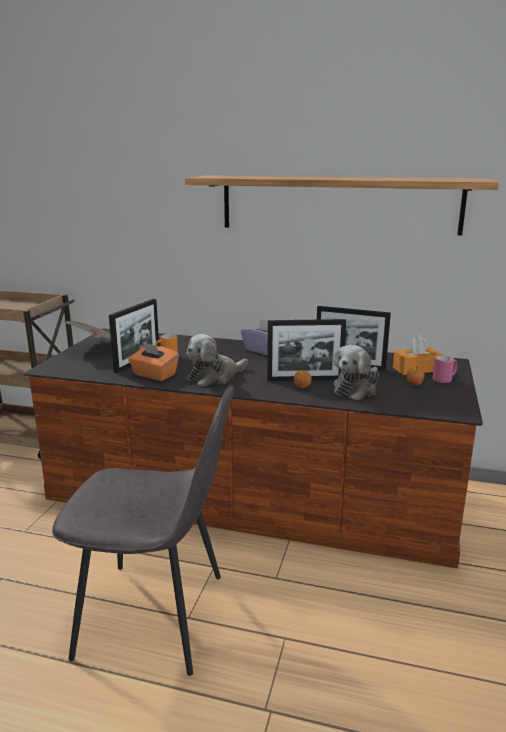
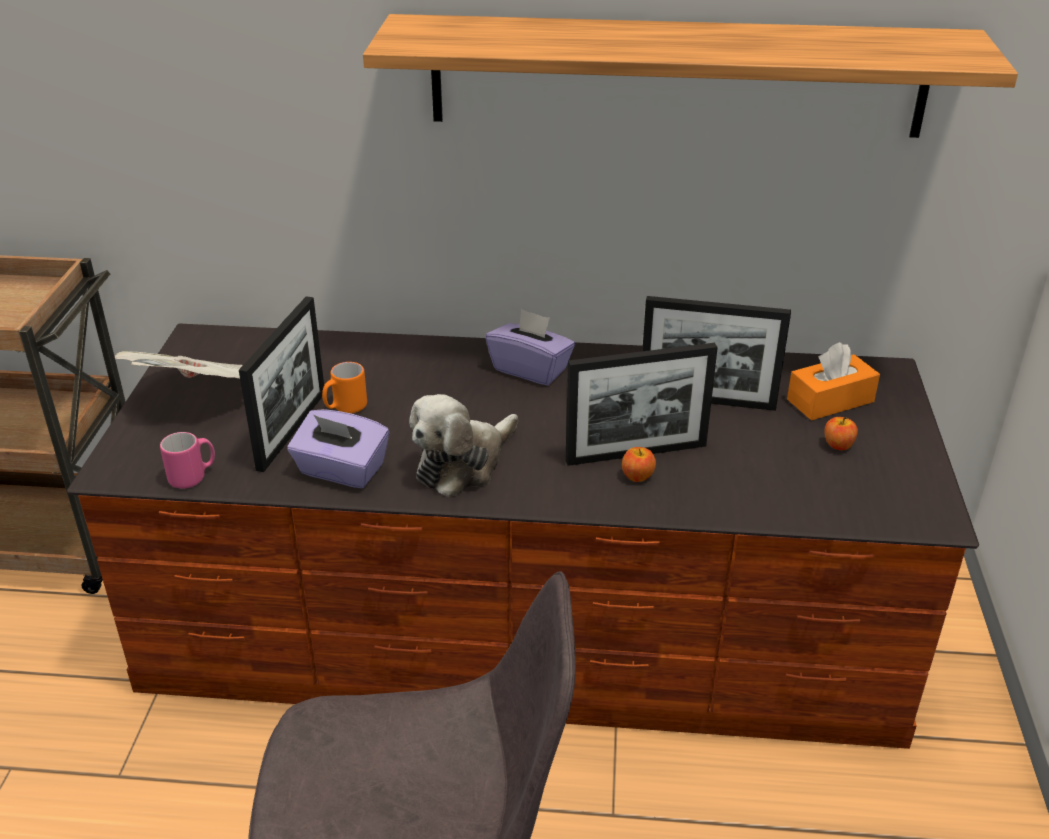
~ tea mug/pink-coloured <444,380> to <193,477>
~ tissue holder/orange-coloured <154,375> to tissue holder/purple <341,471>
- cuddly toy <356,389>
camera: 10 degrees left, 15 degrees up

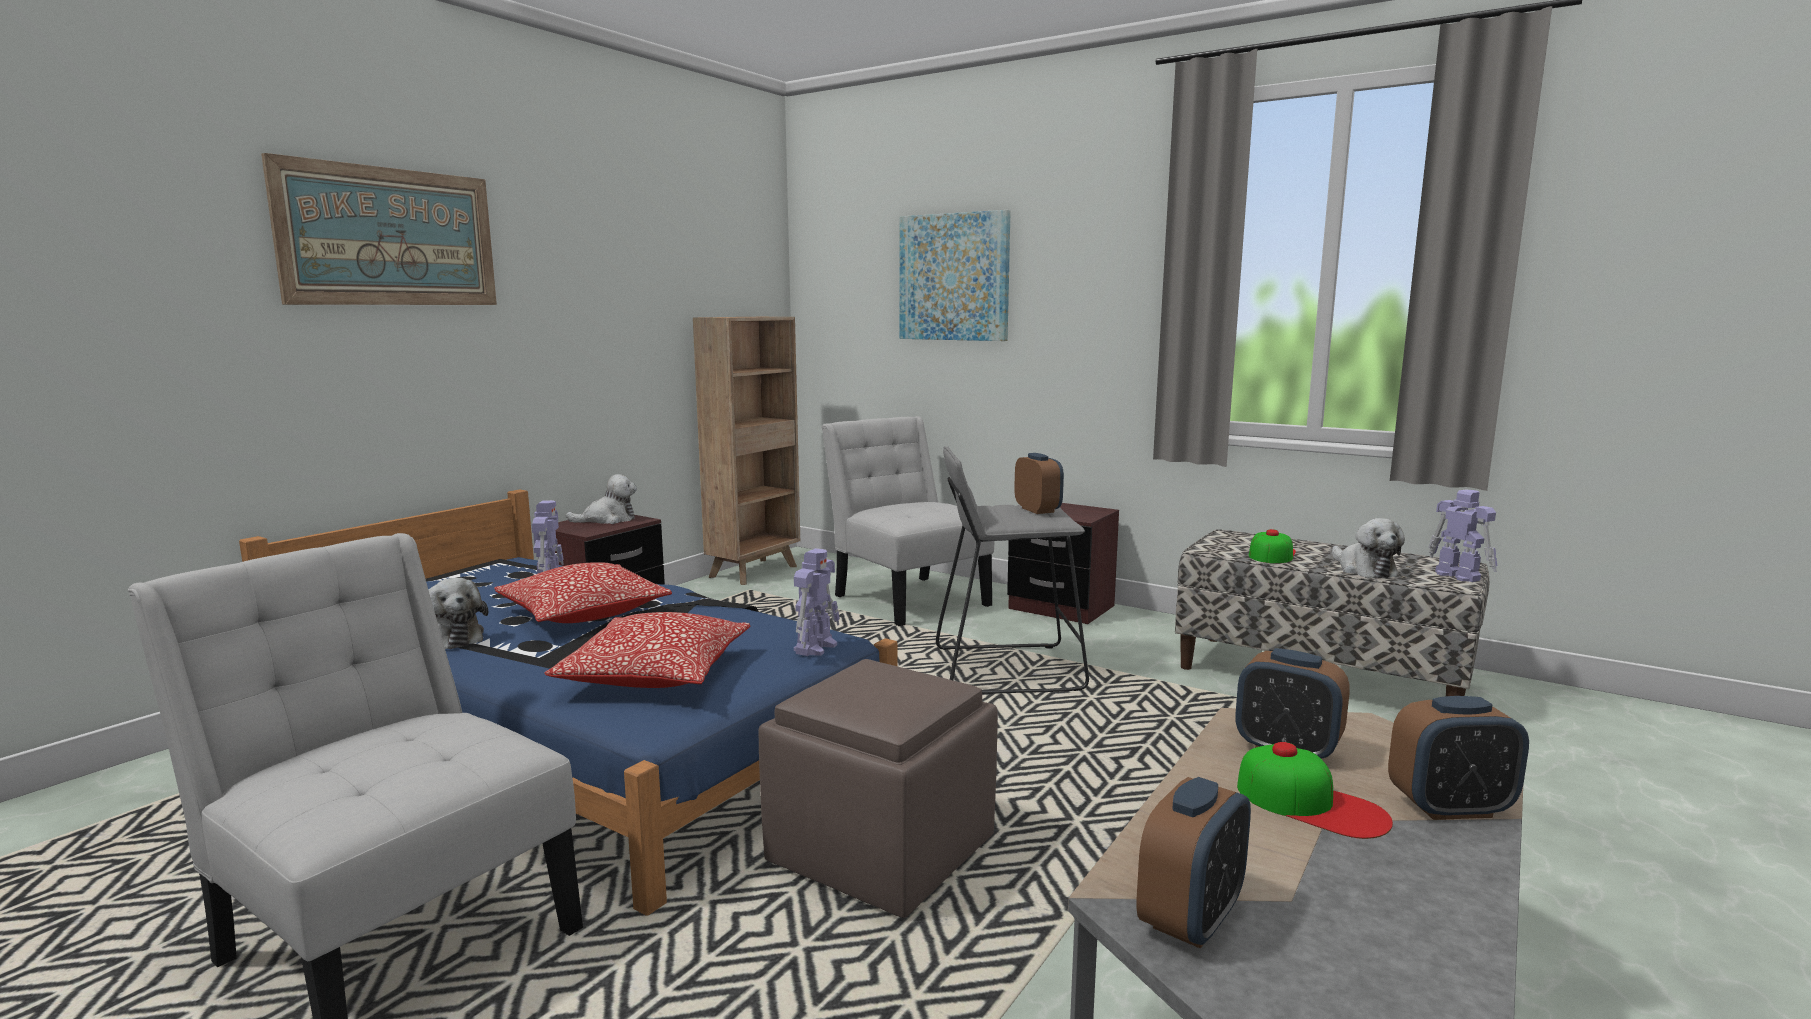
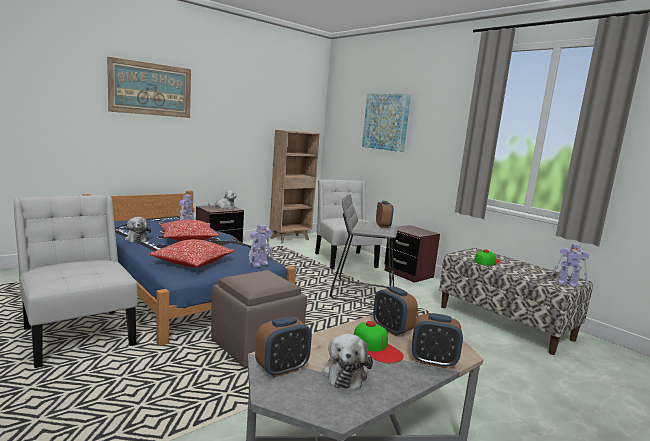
~ cuddly toy <1364,570> to <344,373>
~ model robot <1457,575> = <568,284> 135 degrees clockwise
camera: 15 degrees right, 0 degrees up

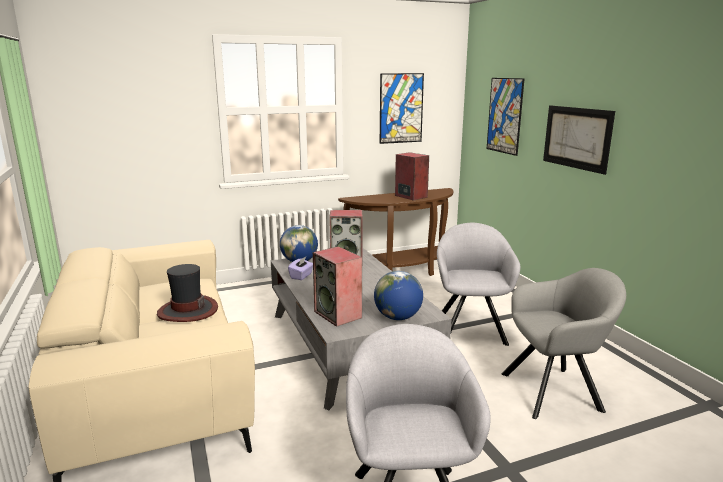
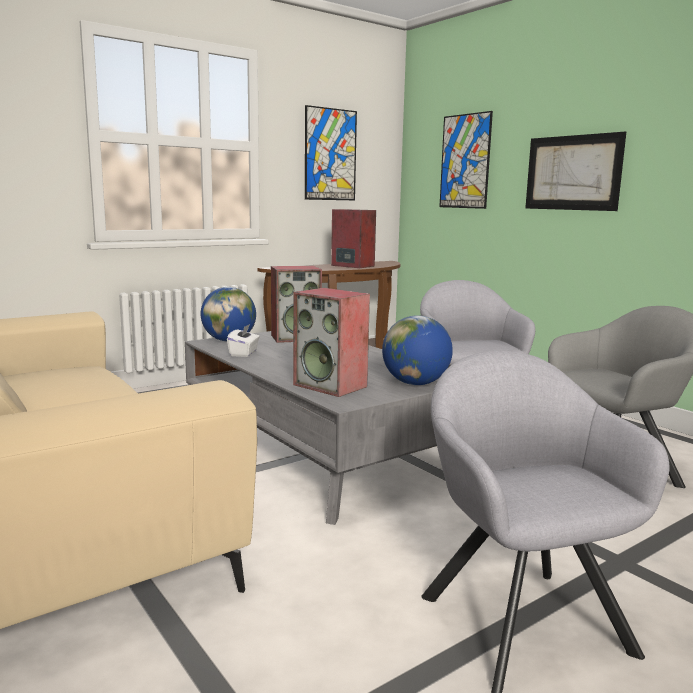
~ tissue holder/purple <301,276> to tissue holder/white-coloured <244,353>
- hat <187,310>
camera: 15 degrees left, 5 degrees down

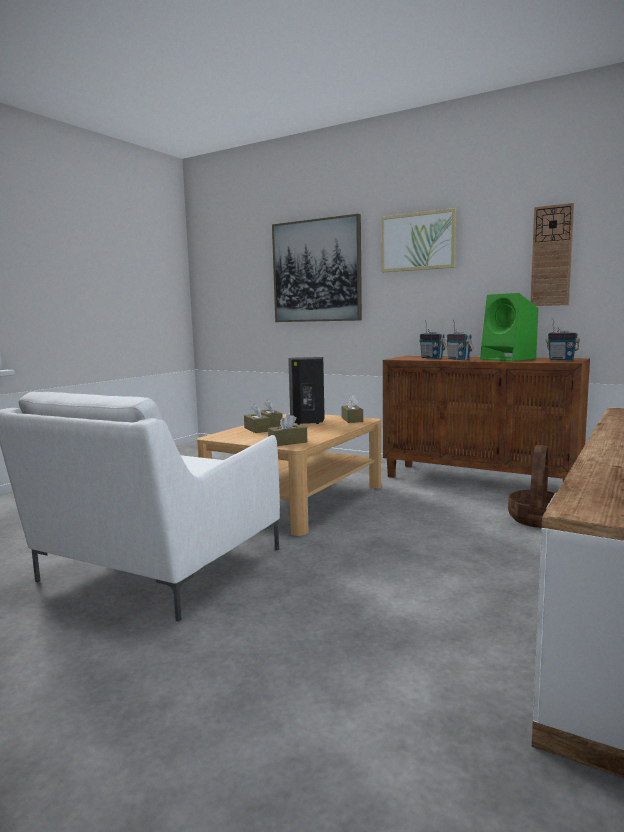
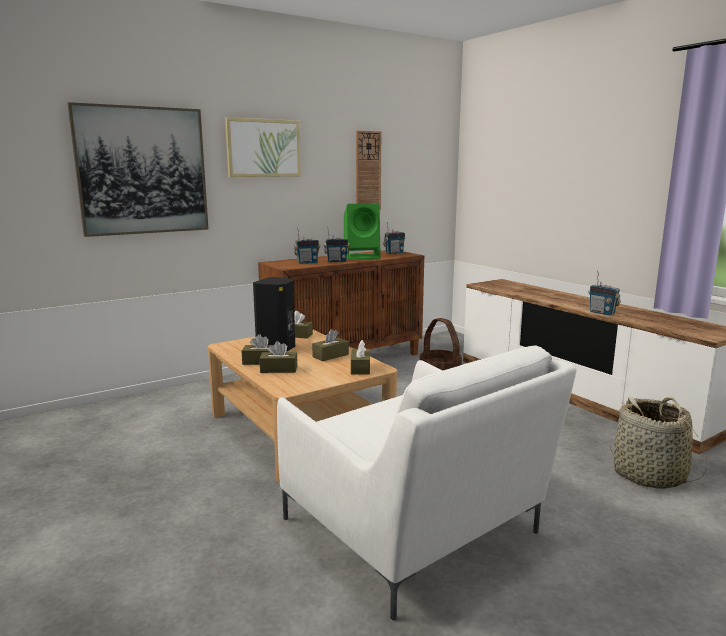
+ tissue holder/brown <330,355>
+ radio receiver <602,313>
+ household basket <649,475>
camera: 65 degrees left, 5 degrees up

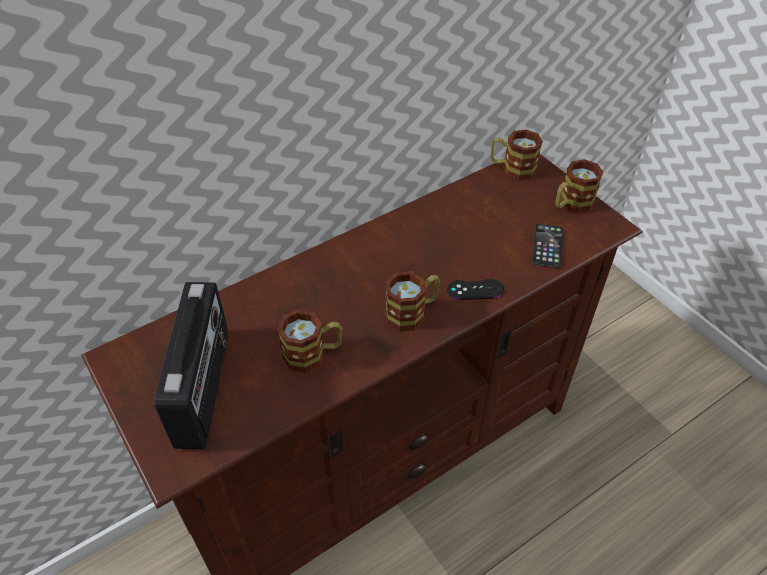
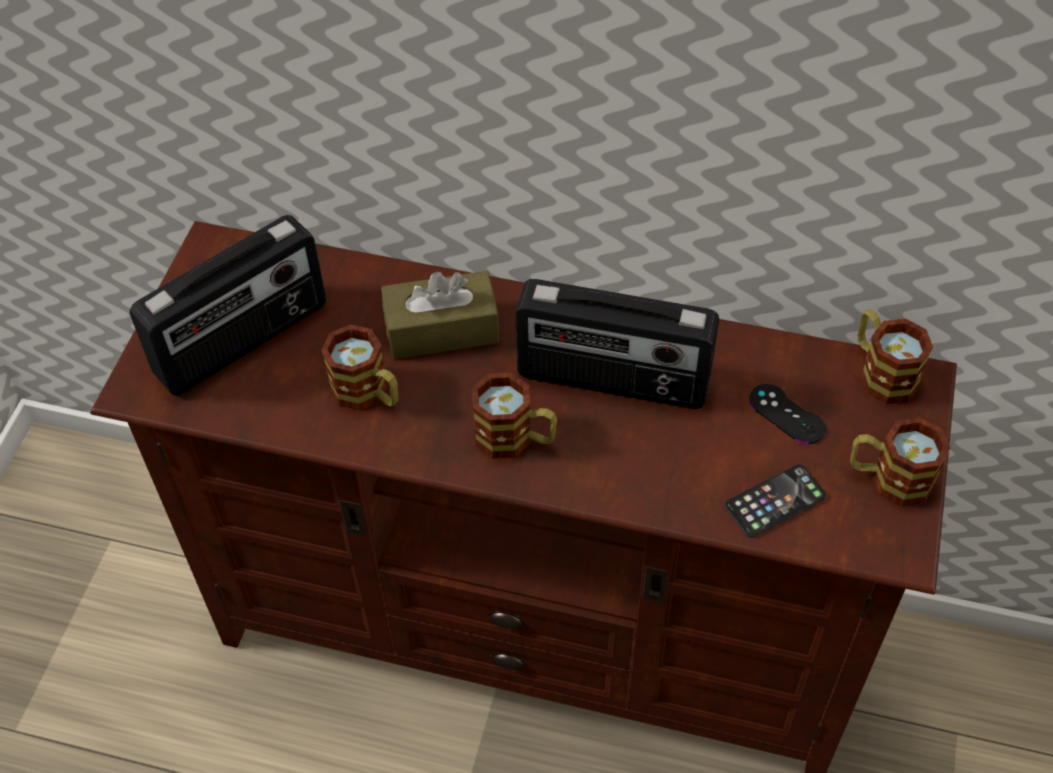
+ tissue holder/brown <442,329>
+ radio receiver <612,381>
~ game controller/black <475,290> to <786,414>
camera: 50 degrees right, 5 degrees up

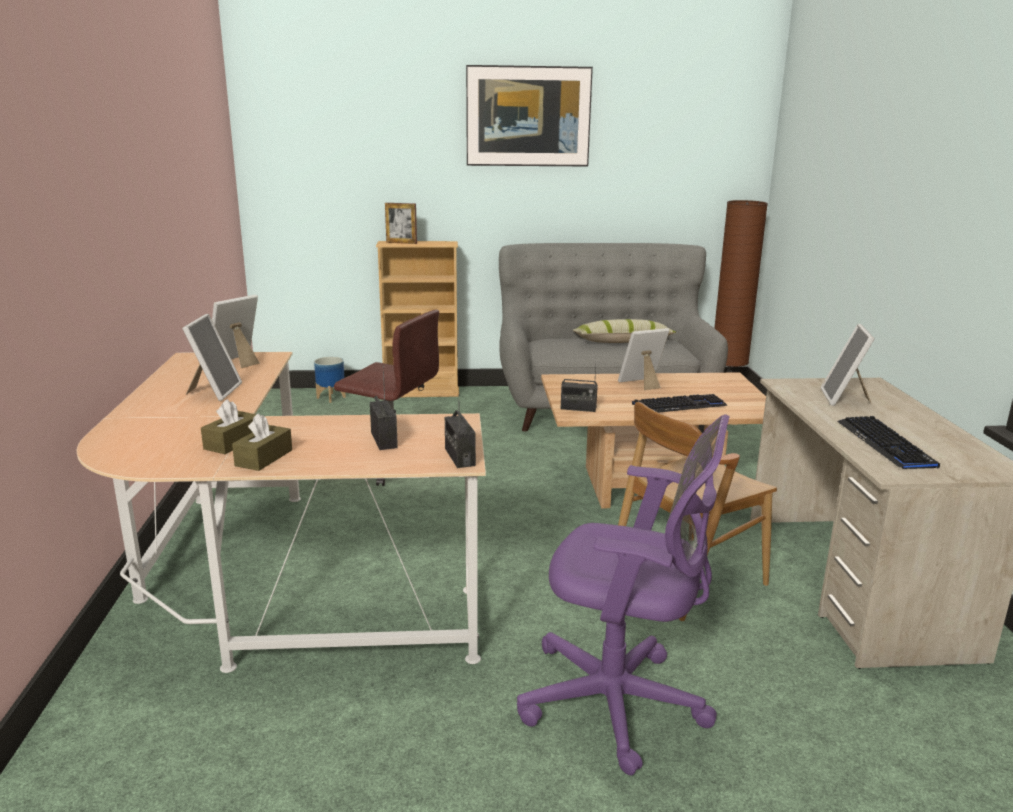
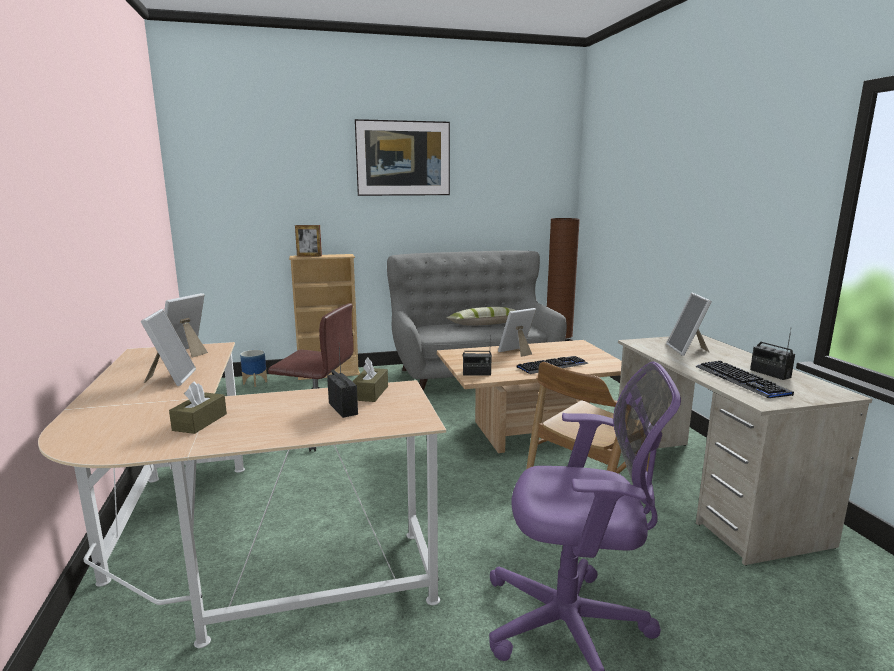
~ tissue holder/brown <264,458> to <370,393>
~ radio receiver <459,457> to <770,374>
camera: 10 degrees left, 5 degrees down

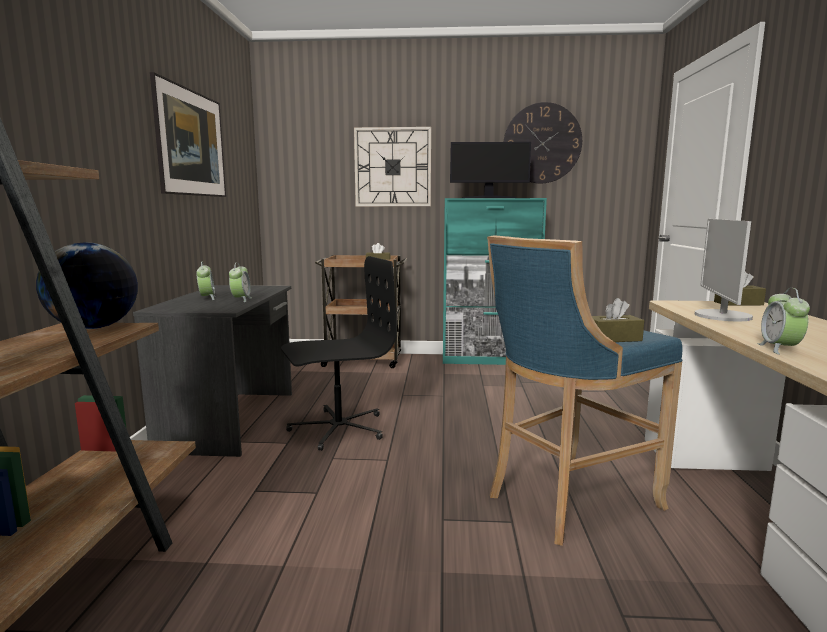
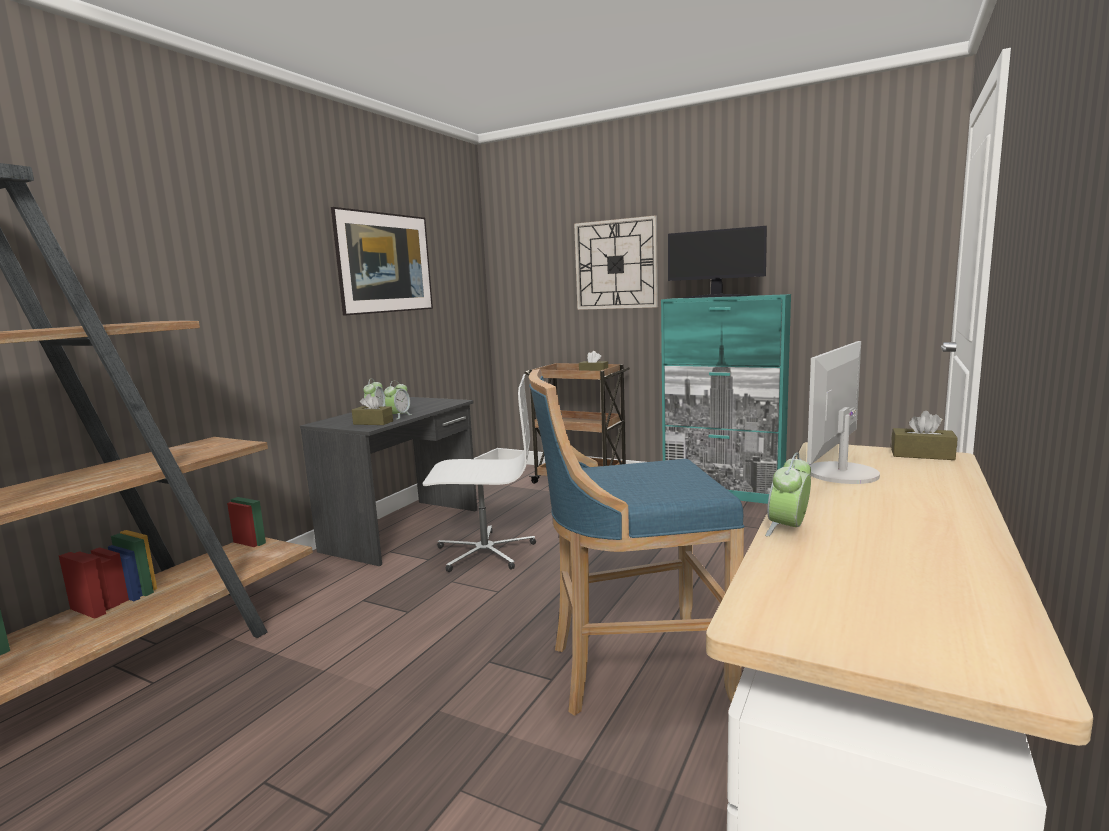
~ tissue holder/brown <612,339> to <373,423>
~ computer chair/black <338,428> to computer chair/white-coloured <484,552>
- globe <94,328>
- wall clock <542,143>
camera: 25 degrees right, 0 degrees up

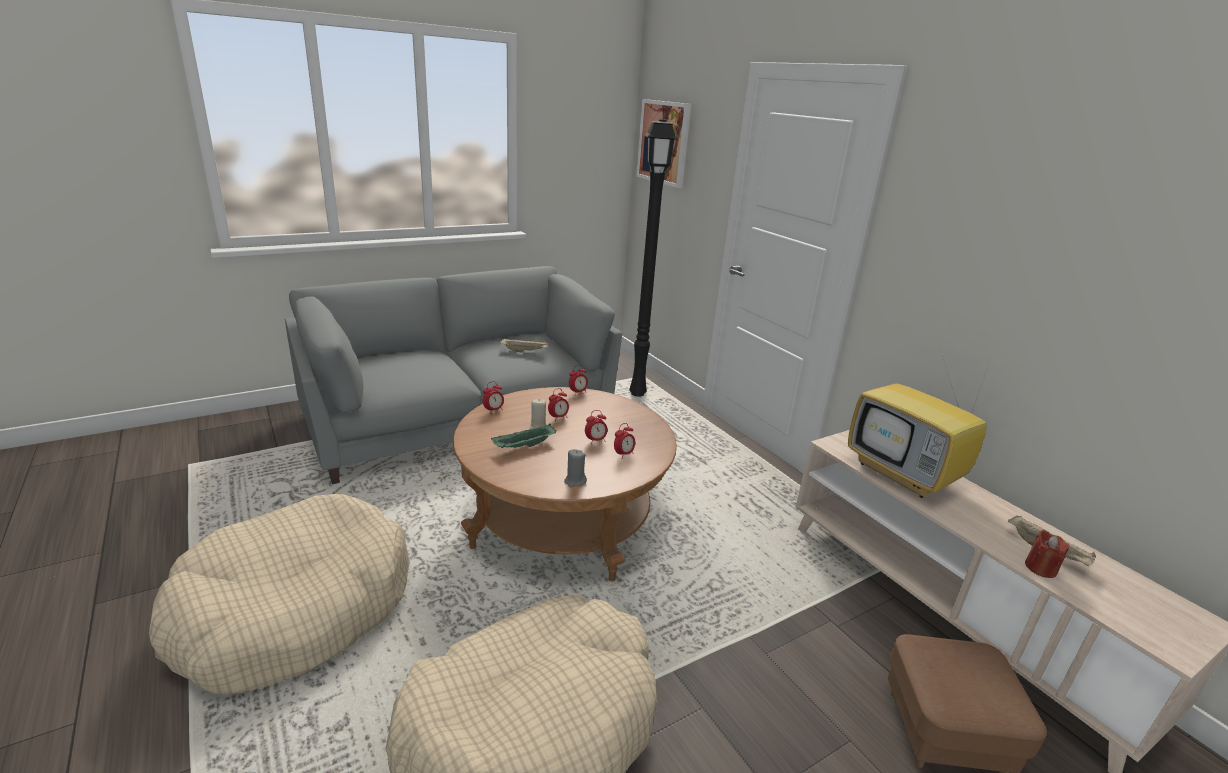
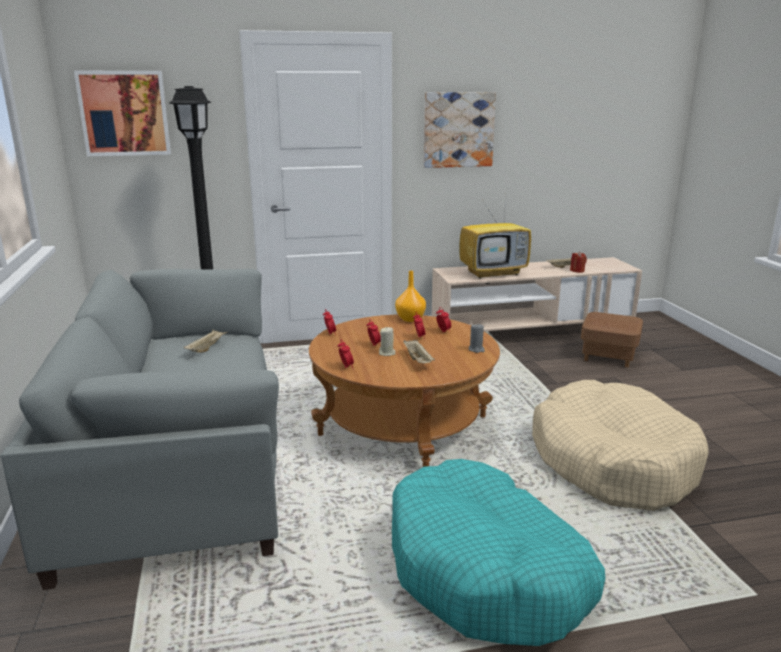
~ dog bed/sand-coloured <294,609> to dog bed/turquoise-coloured <486,571>
+ decorative vase/orange-coloured <409,319>
~ tray/greenish <524,446> to tray/sand-coloured <418,361>
+ picture <458,129>
camera: 70 degrees left, 5 degrees down

